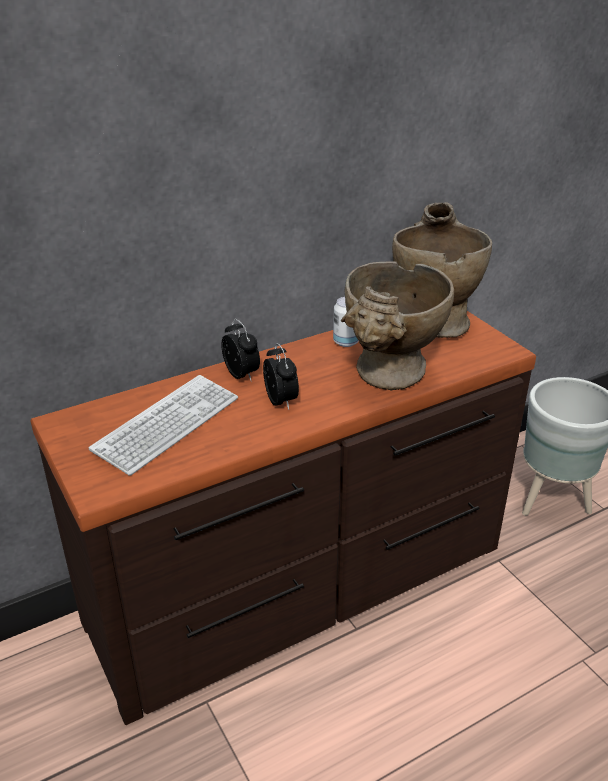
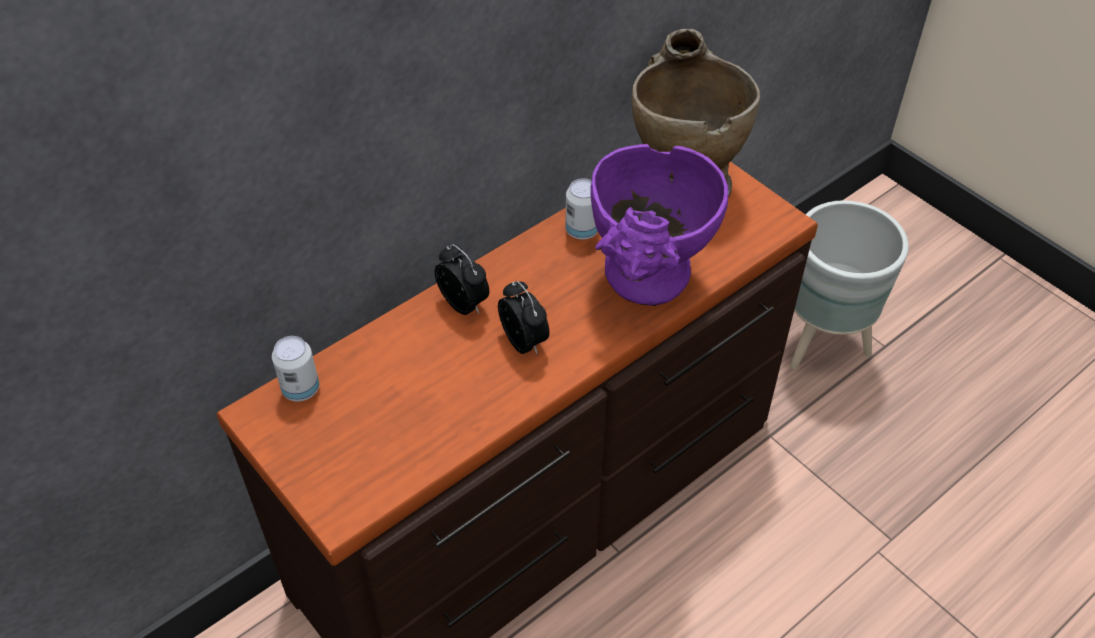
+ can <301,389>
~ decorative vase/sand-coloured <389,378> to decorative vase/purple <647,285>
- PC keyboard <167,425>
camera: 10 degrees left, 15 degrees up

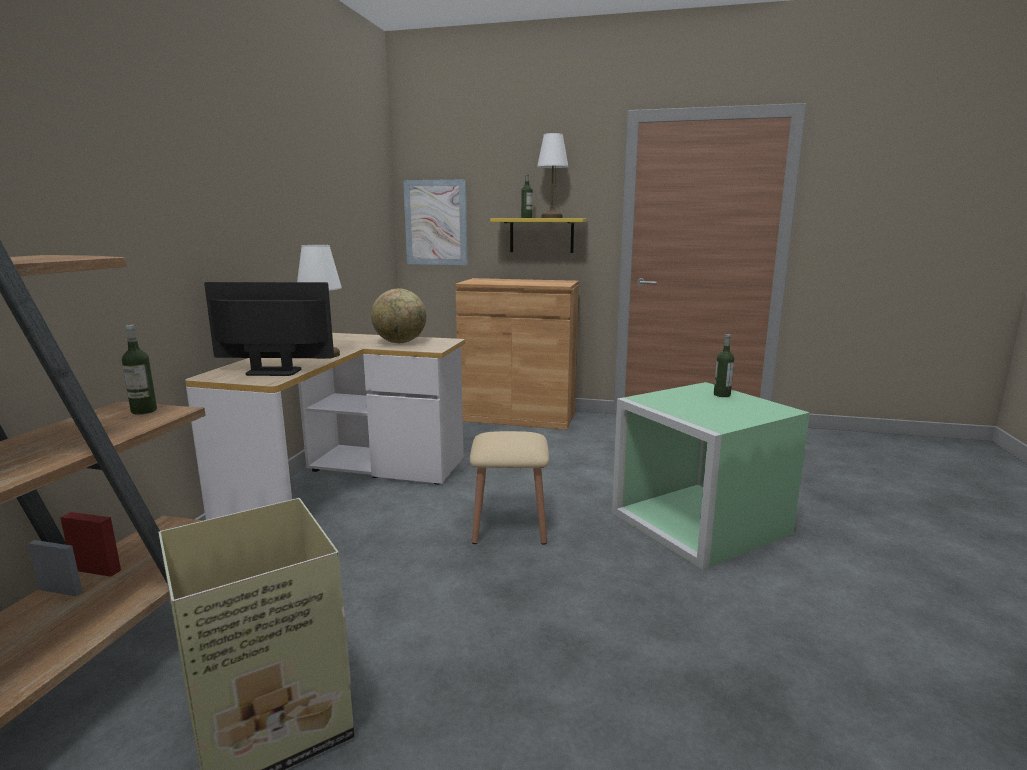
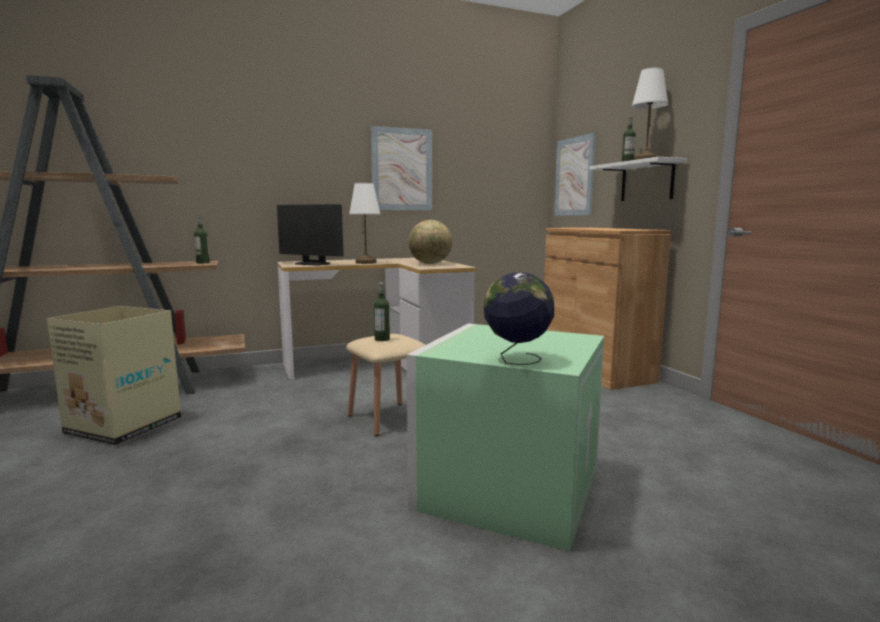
~ monitor <273,372> = <312,264> 150 degrees clockwise
+ picture <402,169>
~ bottle <722,395> to <382,339>
+ globe <517,360>
~ shelf/yellowish <541,235> to shelf/white-coloured <647,181>
camera: 55 degrees right, 5 degrees down

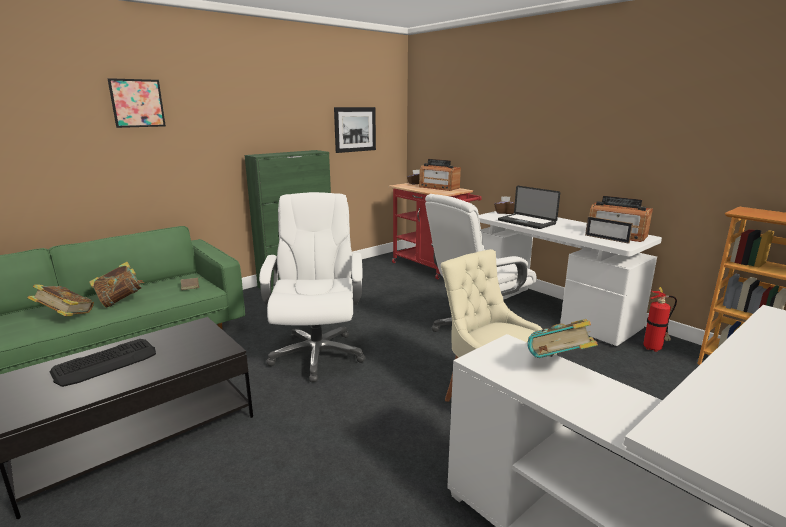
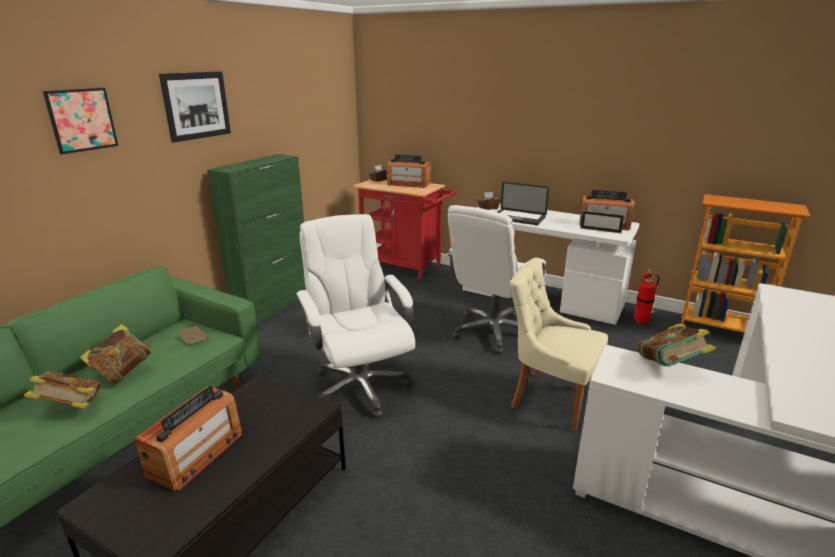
~ PC keyboard <106,363> to radio receiver <196,454>
~ picture <355,129> to <196,105>
camera: 20 degrees left, 5 degrees up

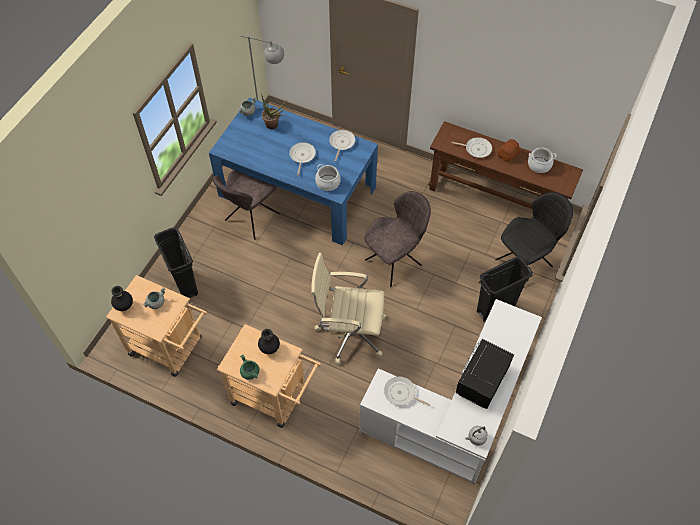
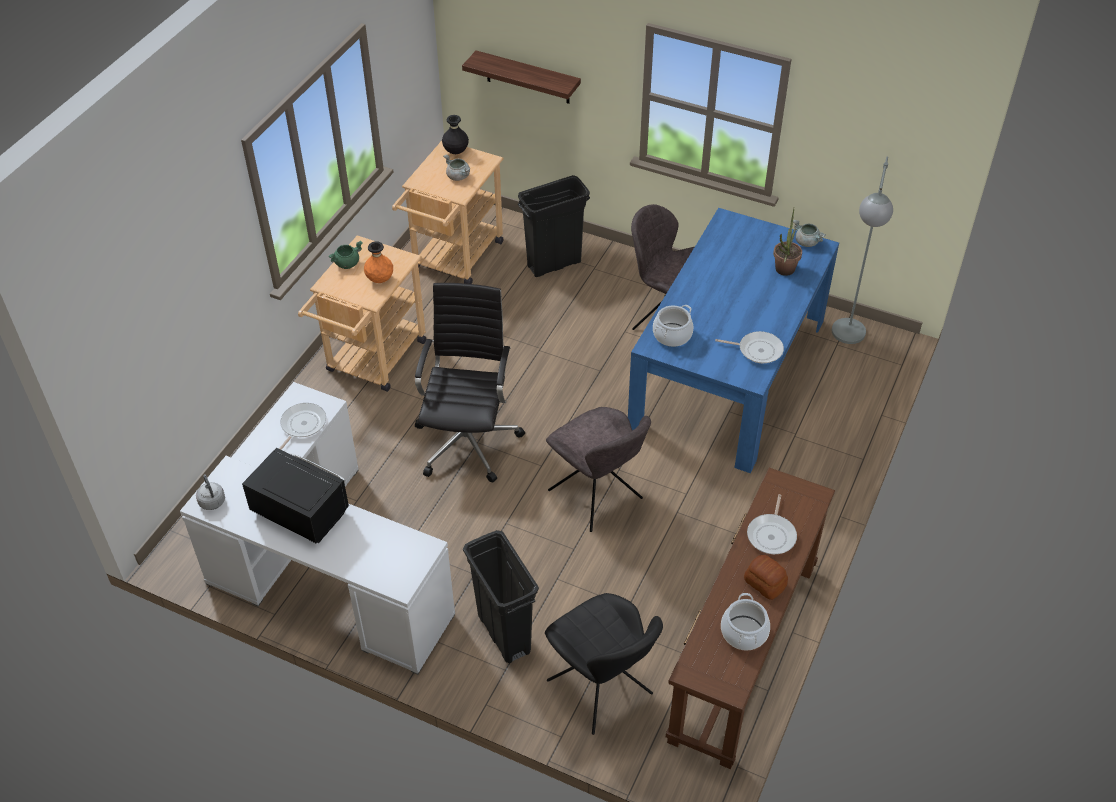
~ decorative vase/black <269,348> to decorative vase/orange-coloured <380,280>
~ computer chair/sand-coloured <349,332> to computer chair/black <468,439>
+ shelf <528,78>
- frying pan <302,156>
camera: 90 degrees right, 10 degrees down

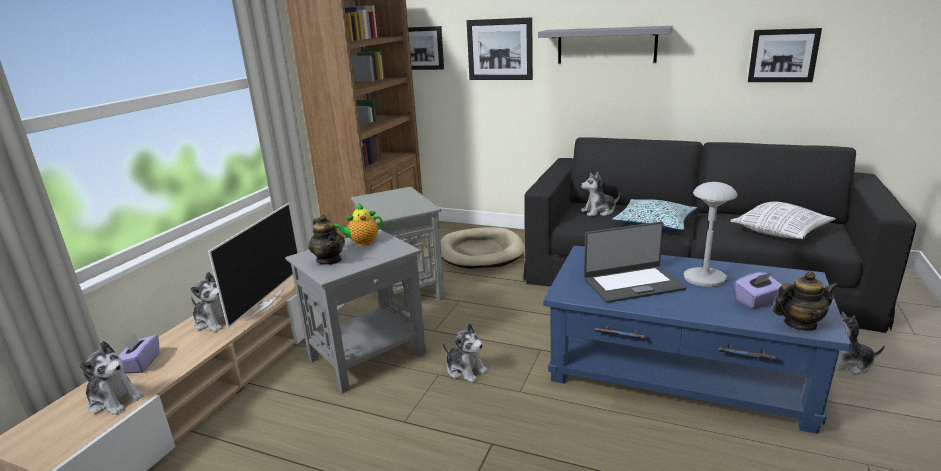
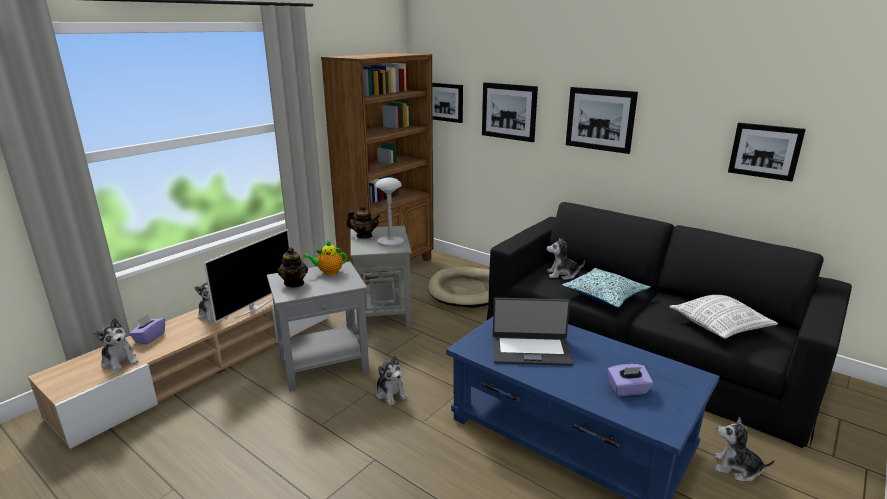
~ pot for tea <799,324> to <364,236>
~ lamp for a table/greyish <704,279> to <390,242>
~ shelf/greyish <606,45> to picture <600,119>
camera: 15 degrees right, 0 degrees up

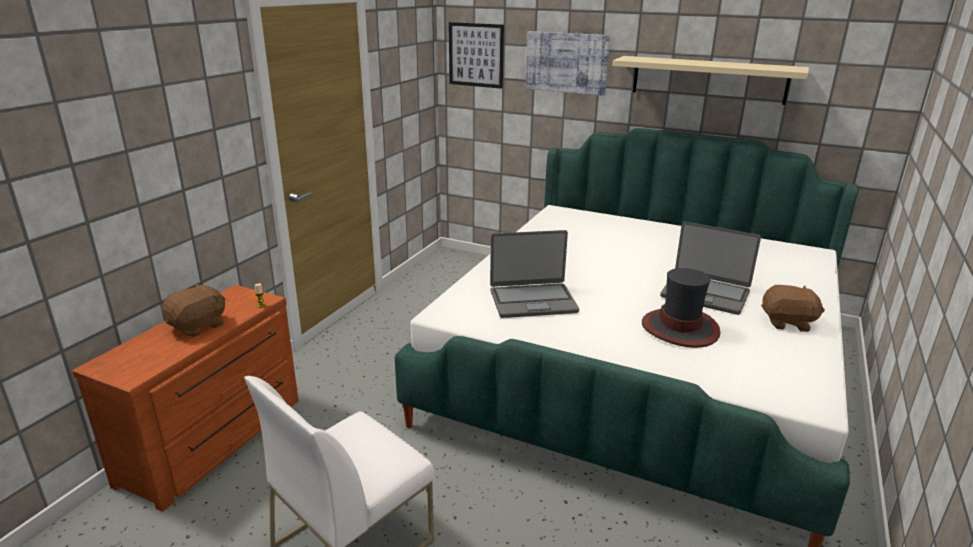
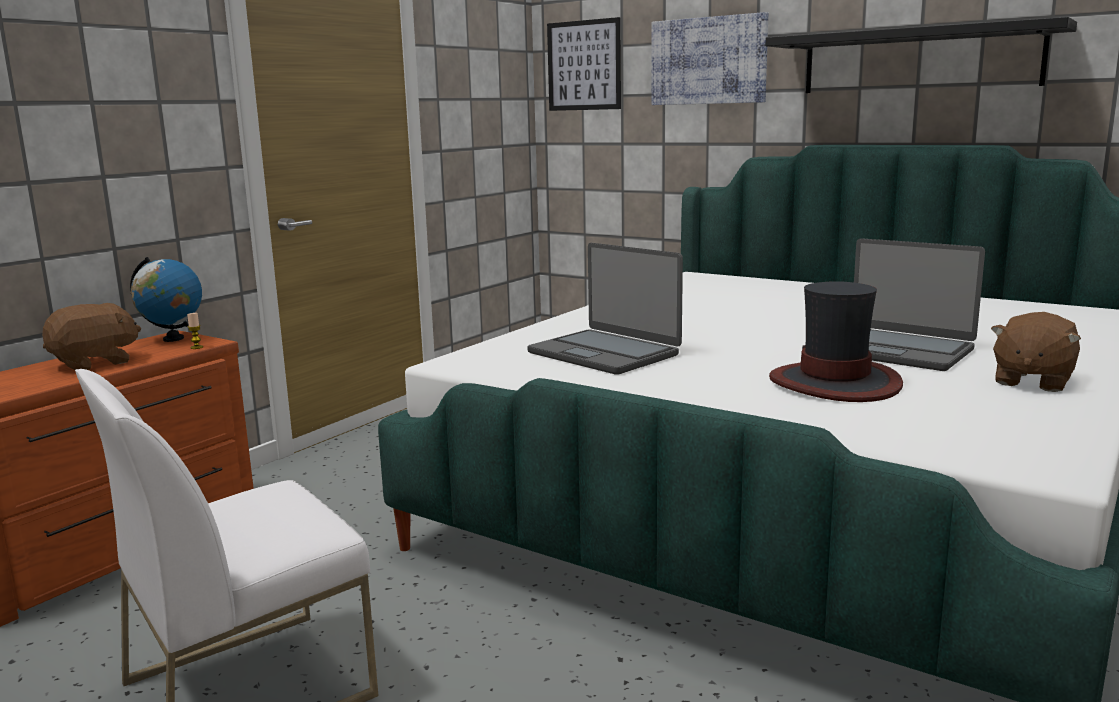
+ globe <173,339>
~ laptop <532,301> = <604,353> 45 degrees clockwise
~ shelf/sand-coloured <708,79> to shelf/black <919,60>
~ cuddly toy/brown <787,323> = <1031,381> 105 degrees clockwise
camera: 10 degrees right, 10 degrees down

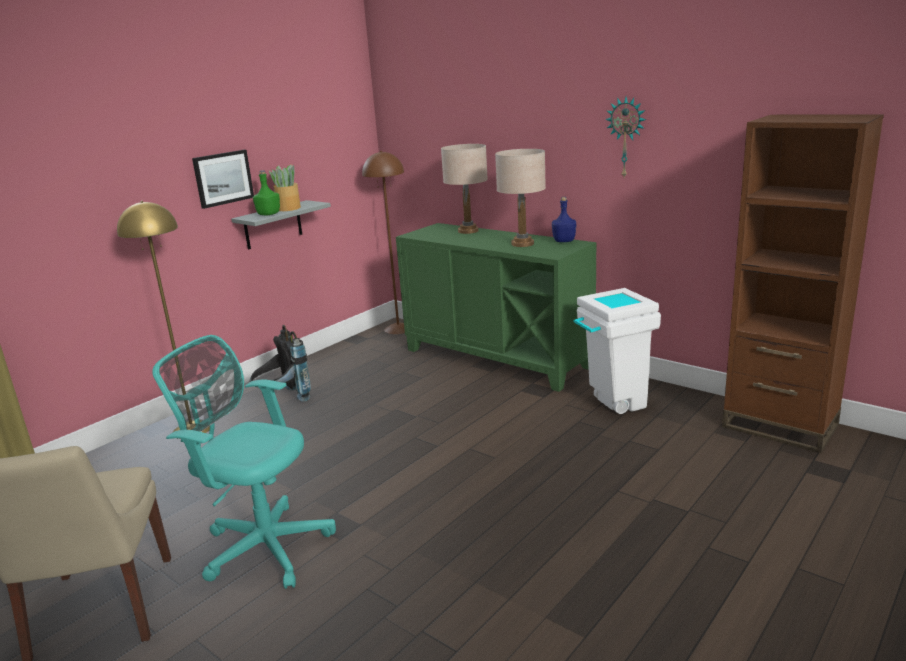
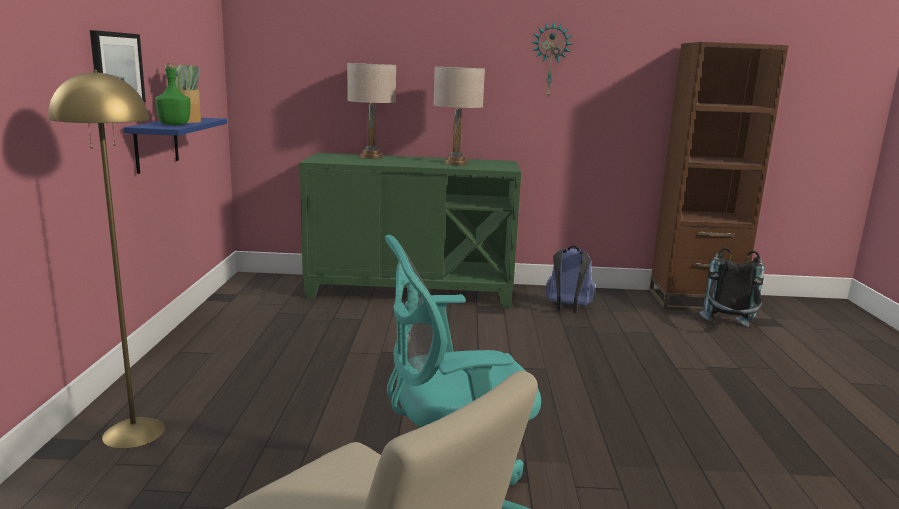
~ shelf/greyish <273,225> to shelf/blue <156,144>
~ rubbish bin/white-coloured <613,404> to rucksack/blue <567,308>
~ rucksack/black <283,399> to <728,329>
- standard lamp/brown <398,329>
- bottle/blue <563,241>
camera: 40 degrees left, 5 degrees down

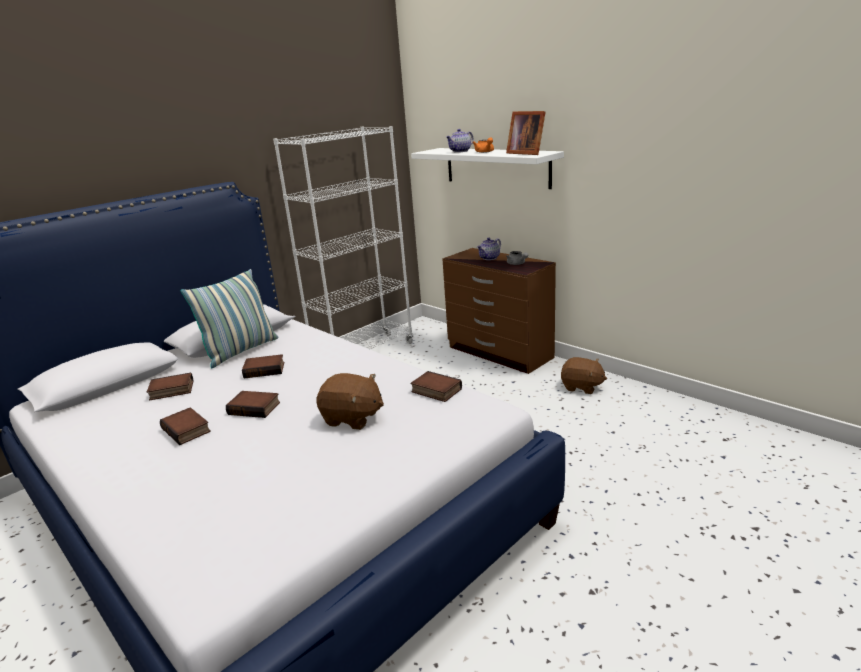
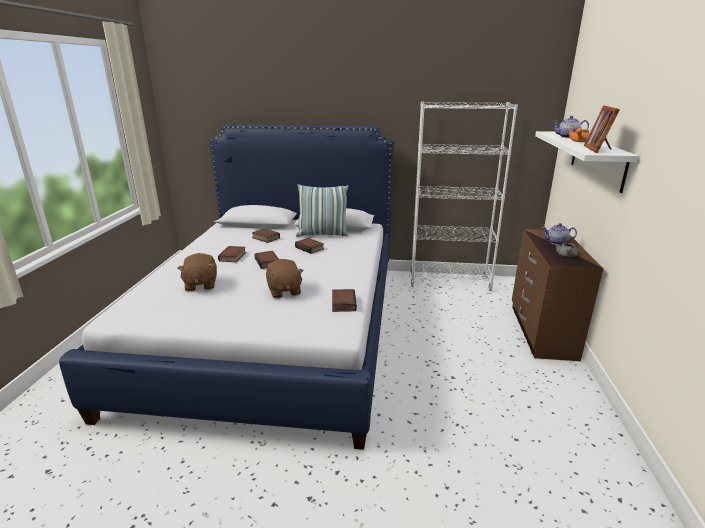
~ cuddly toy/brown <582,387> to <200,285>
camera: 50 degrees right, 0 degrees up

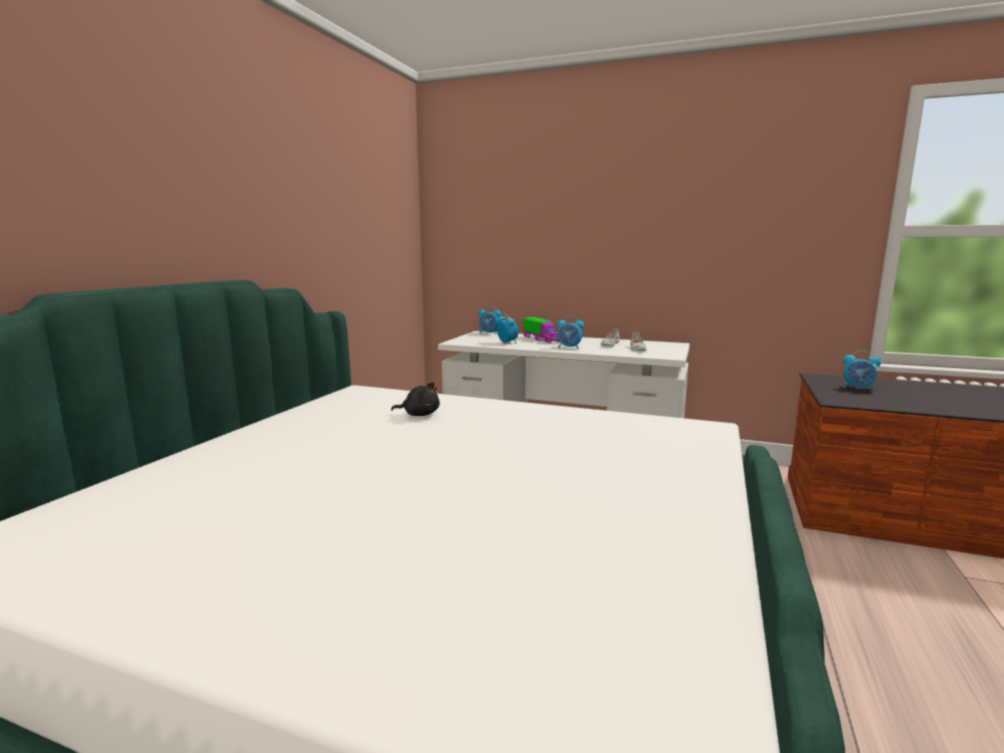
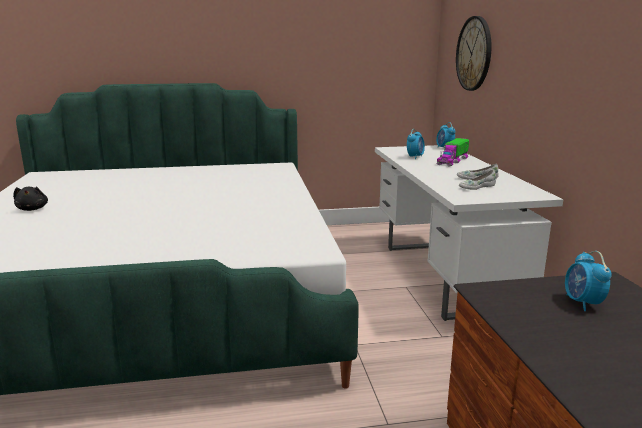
~ cuddly toy/black <419,414> to <32,209>
+ wall clock <474,54>
- bedside clock <569,348>
camera: 60 degrees right, 5 degrees up

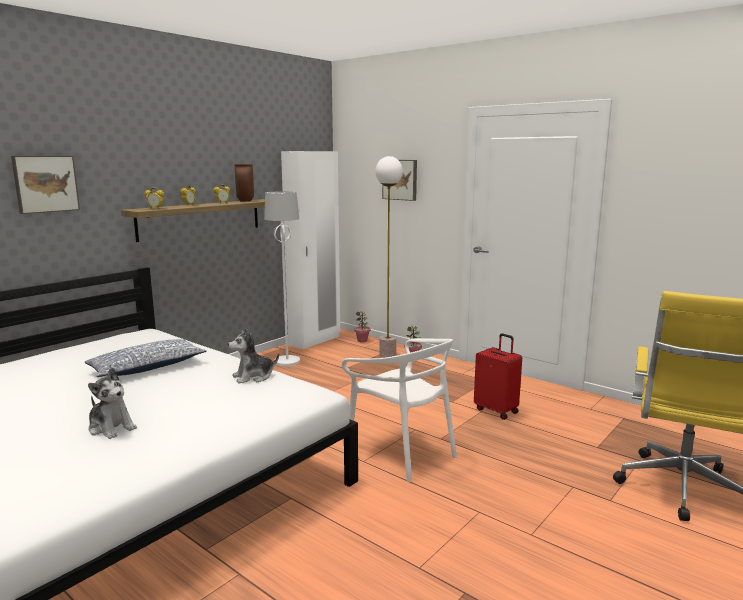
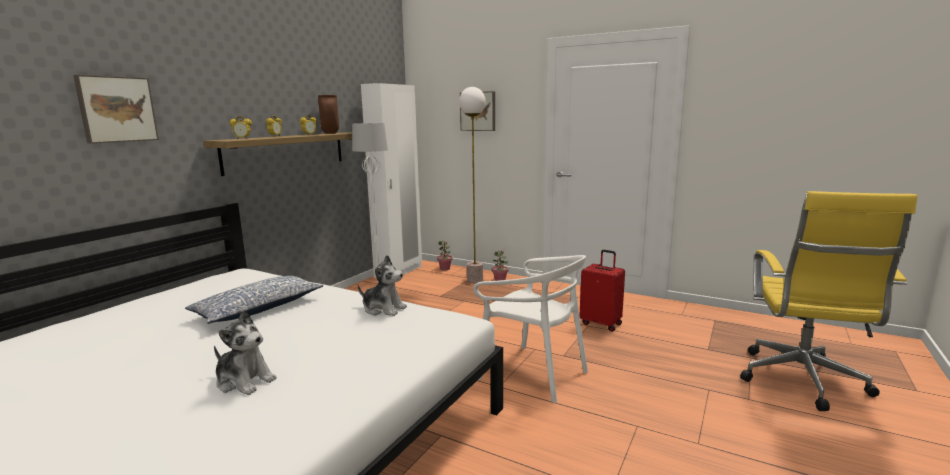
~ cuddly toy <253,377> = <383,309> 120 degrees counterclockwise
camera: 10 degrees left, 0 degrees up

